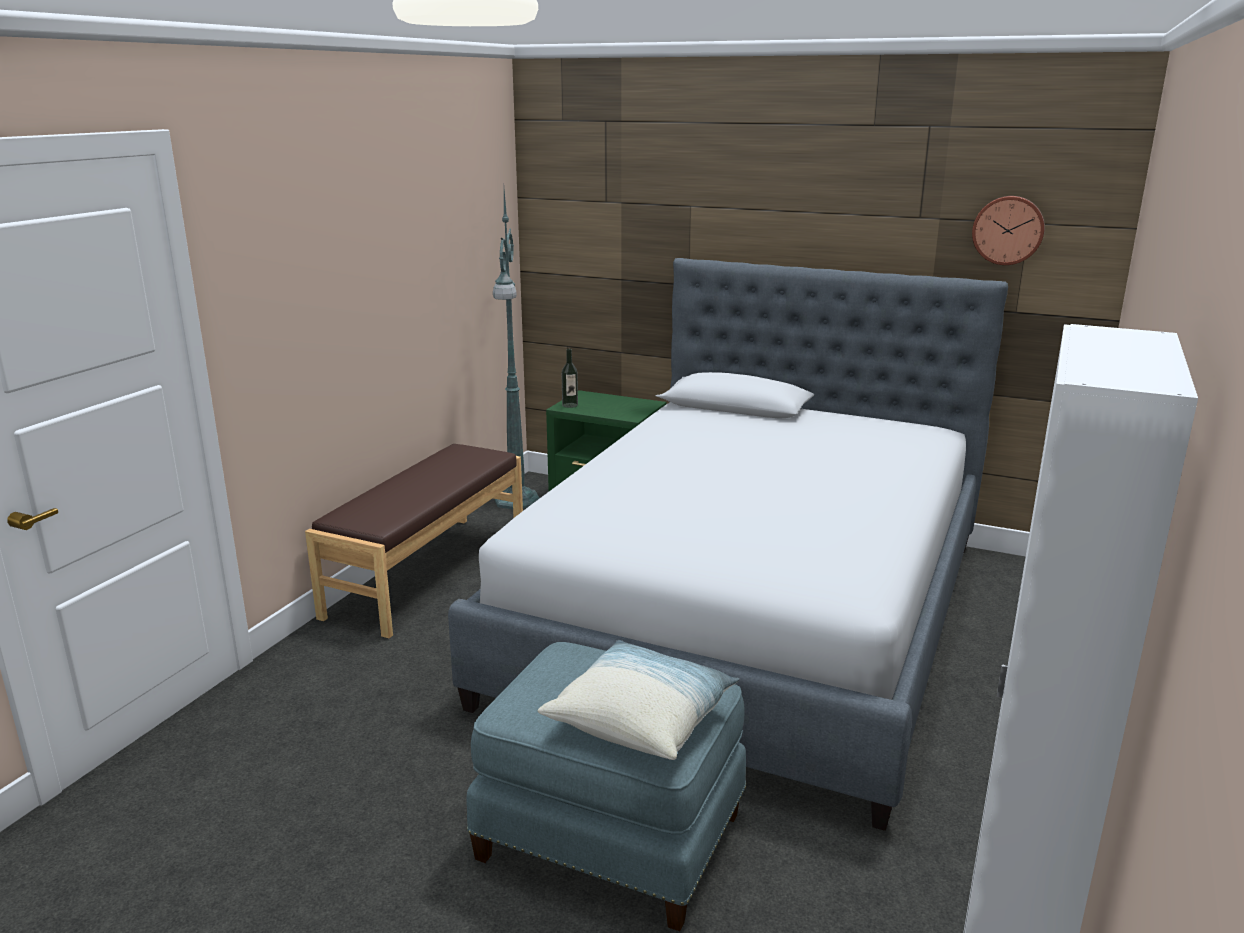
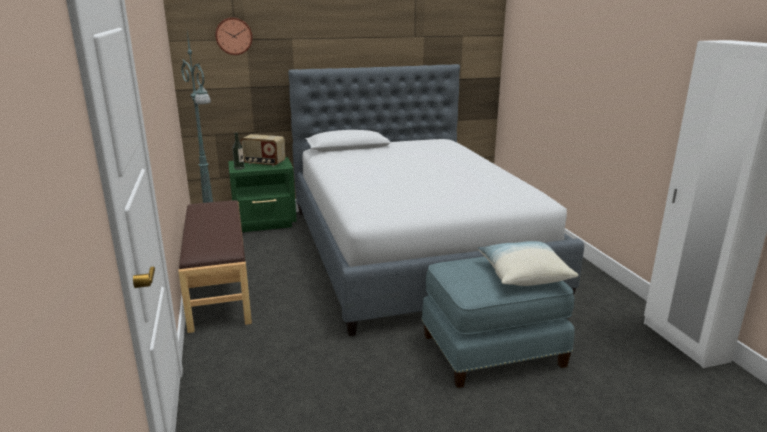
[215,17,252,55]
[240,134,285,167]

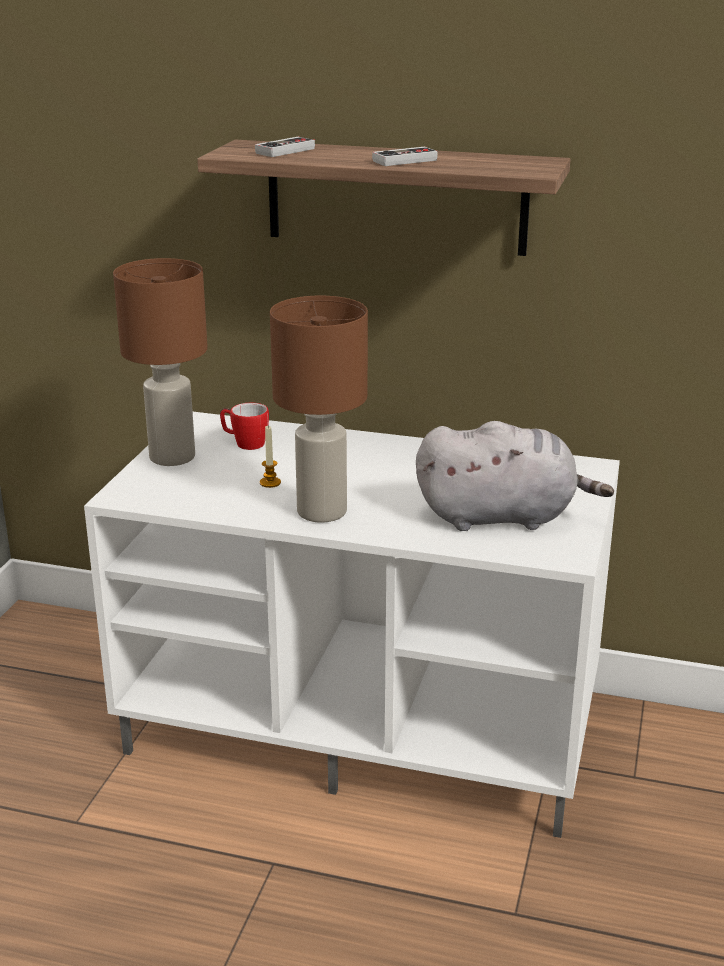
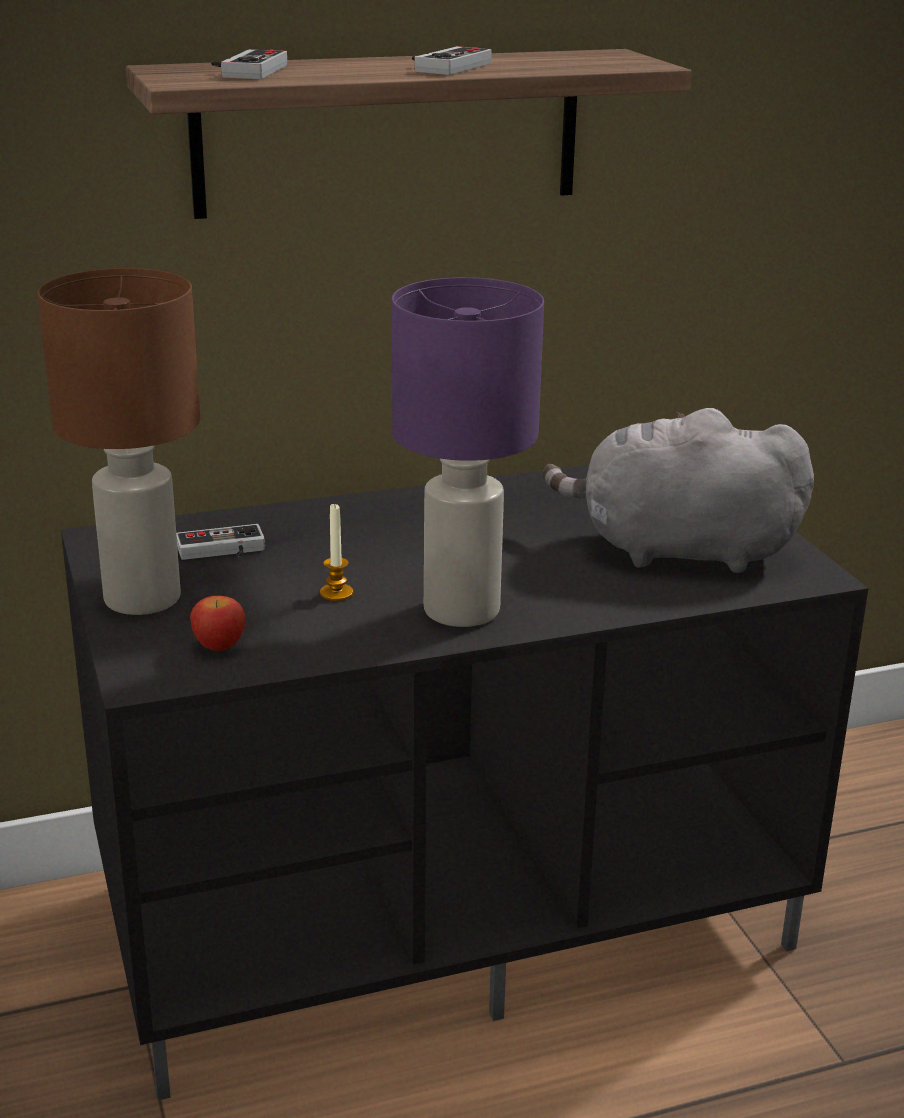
[61,465,869,1101]
[176,524,265,560]
[190,596,246,651]
[392,277,544,627]
[543,408,814,573]

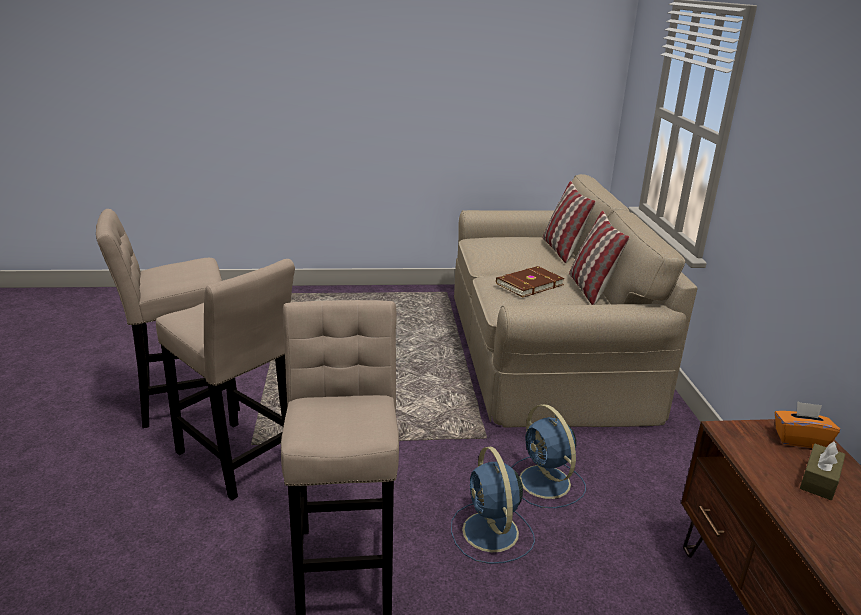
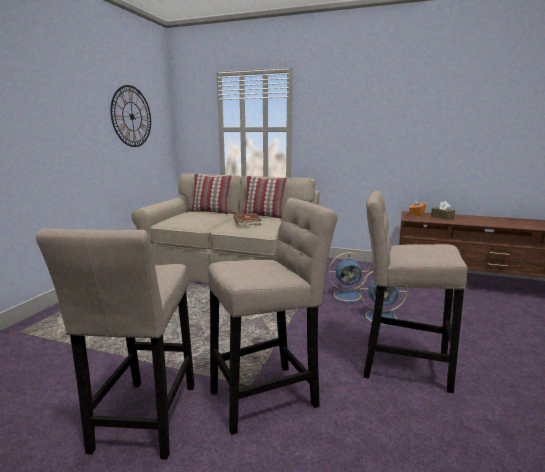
[111,85,151,147]

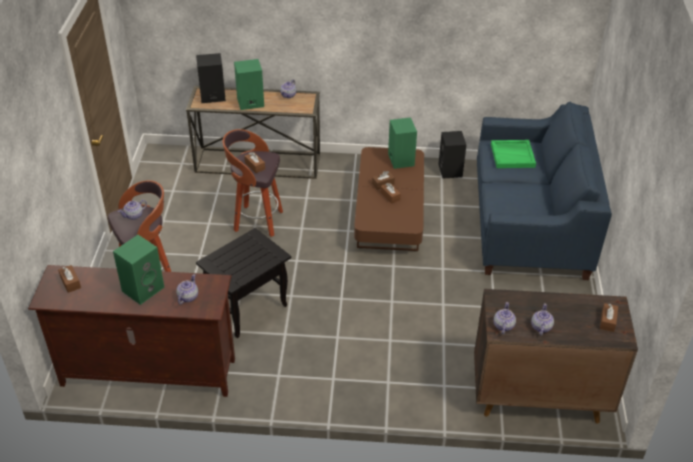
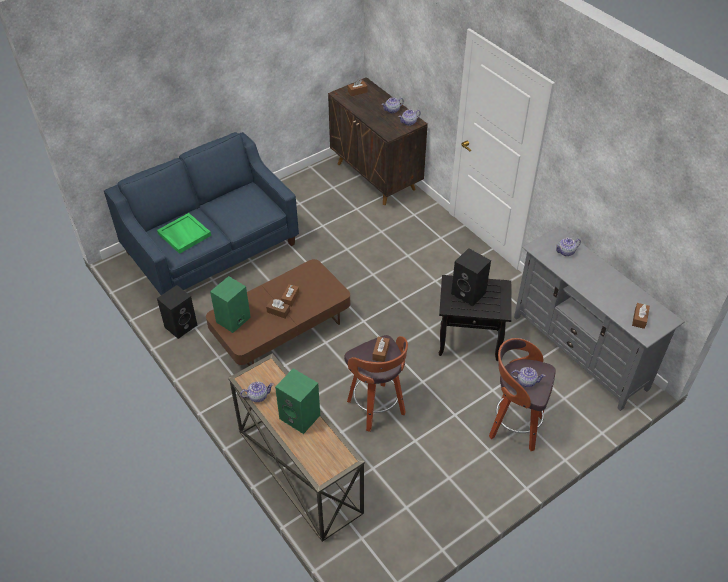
[451,248,491,306]
[514,226,685,411]
[113,235,164,305] (first image)

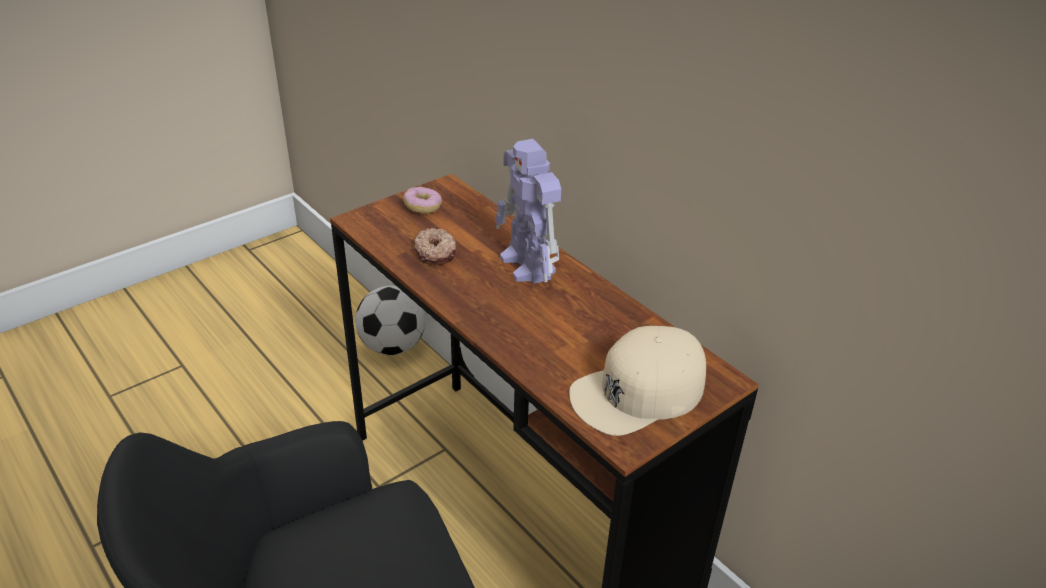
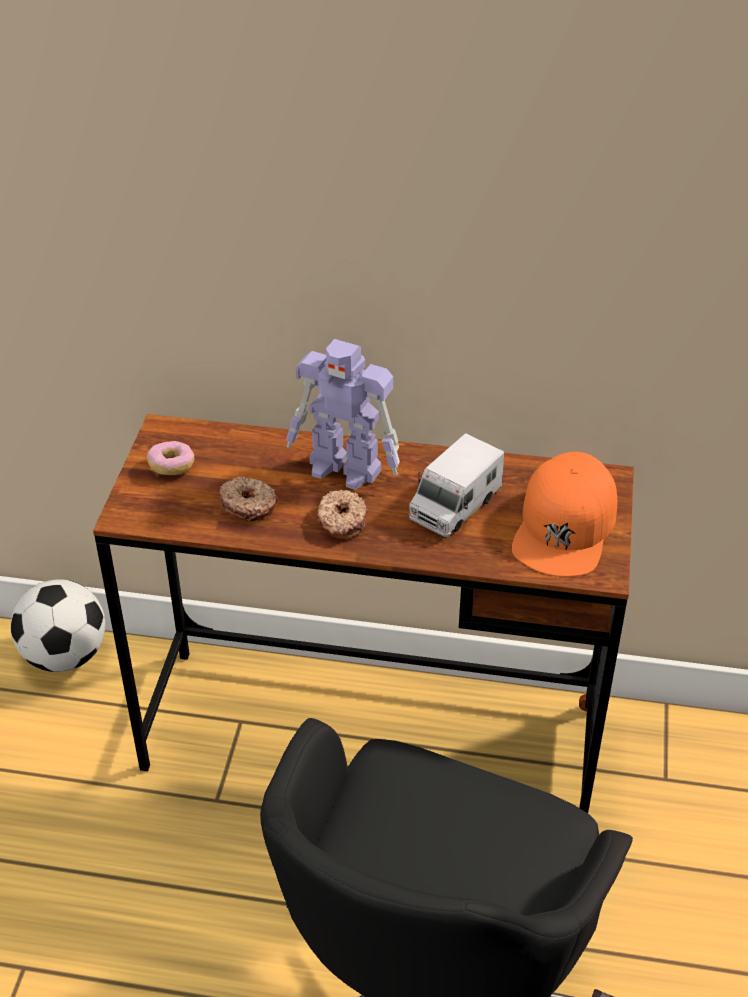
[317,490,368,539]
[409,433,504,537]
[512,452,617,577]

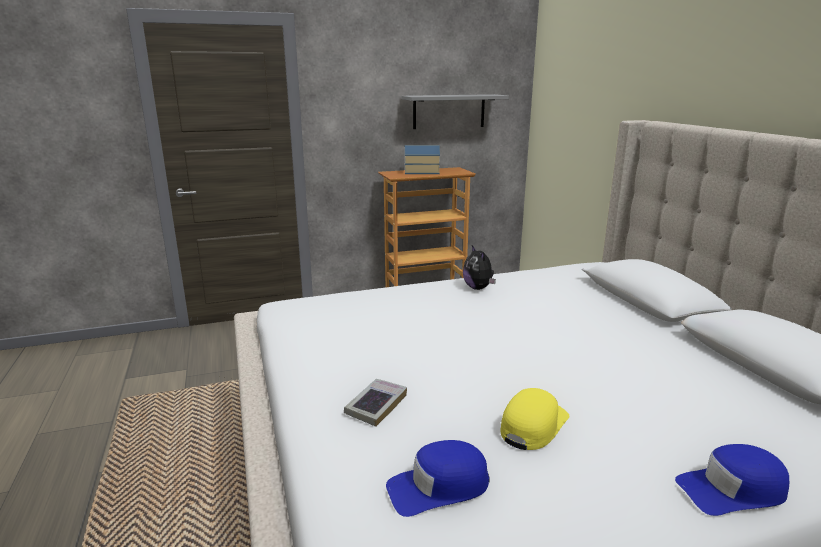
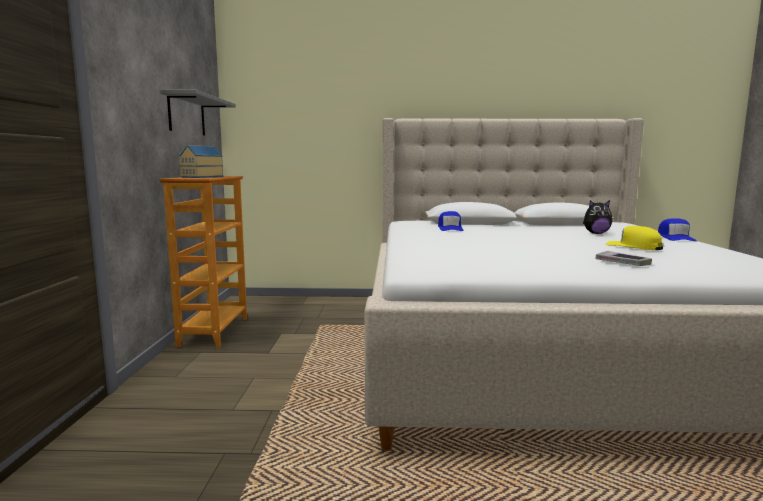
[438,211,464,231]
[583,200,612,234]

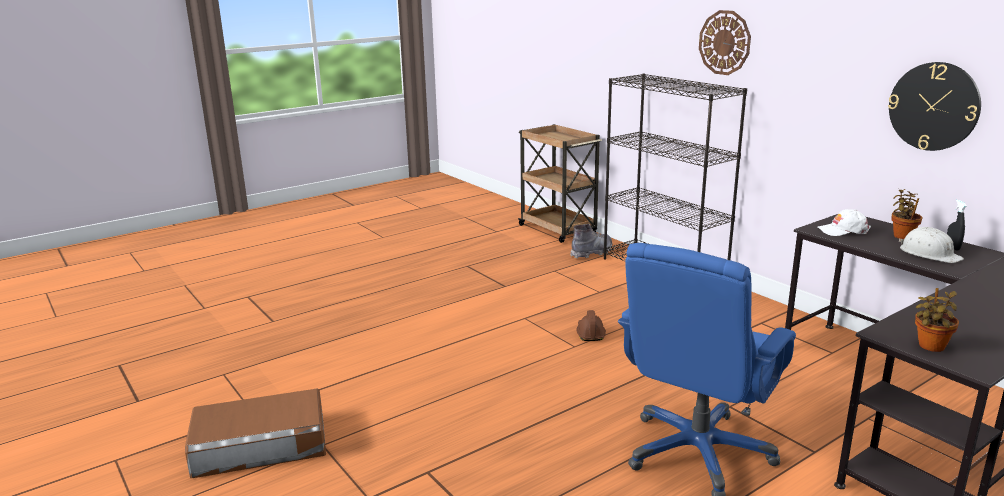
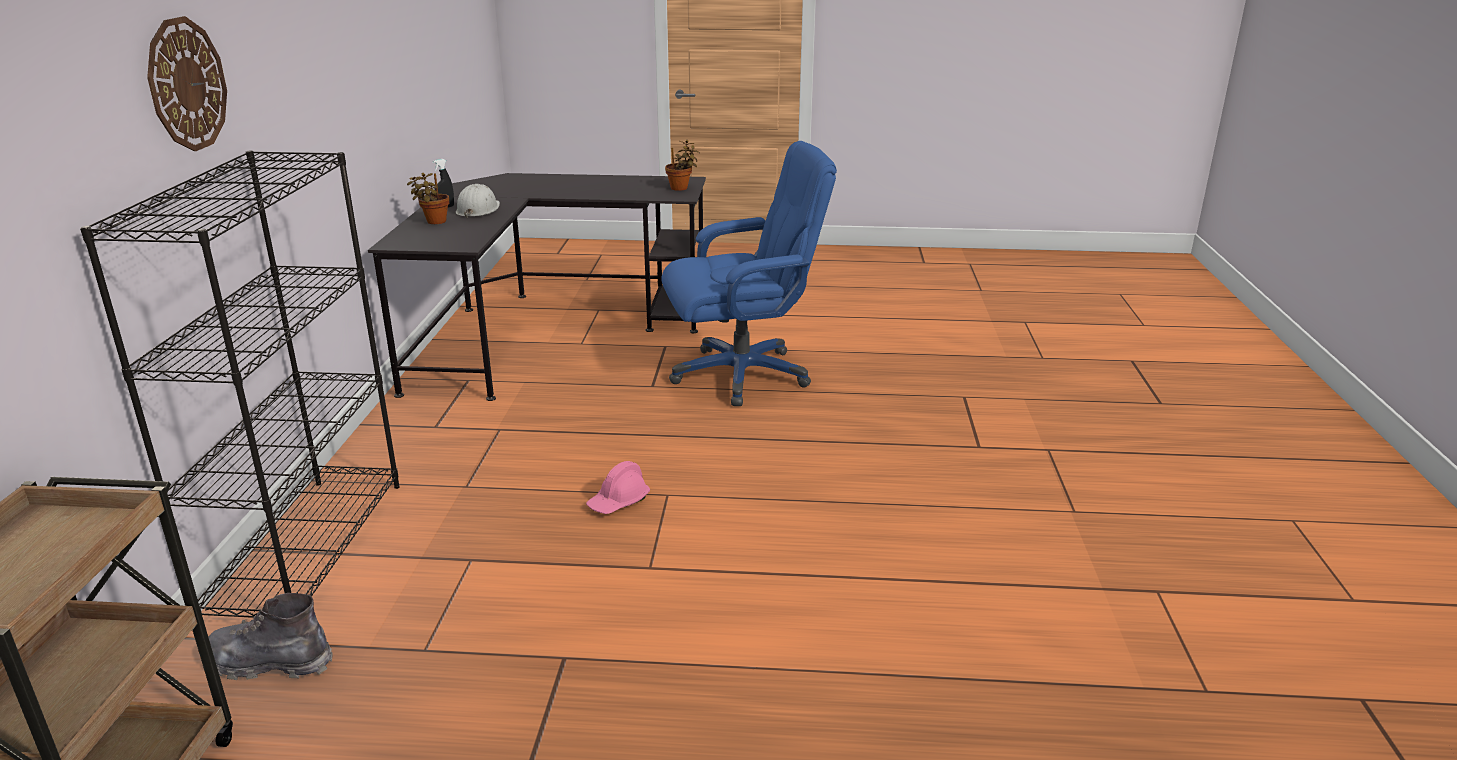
[586,461,650,514]
[185,388,326,478] (first image)
[818,209,871,236] (first image)
[888,62,981,151] (first image)

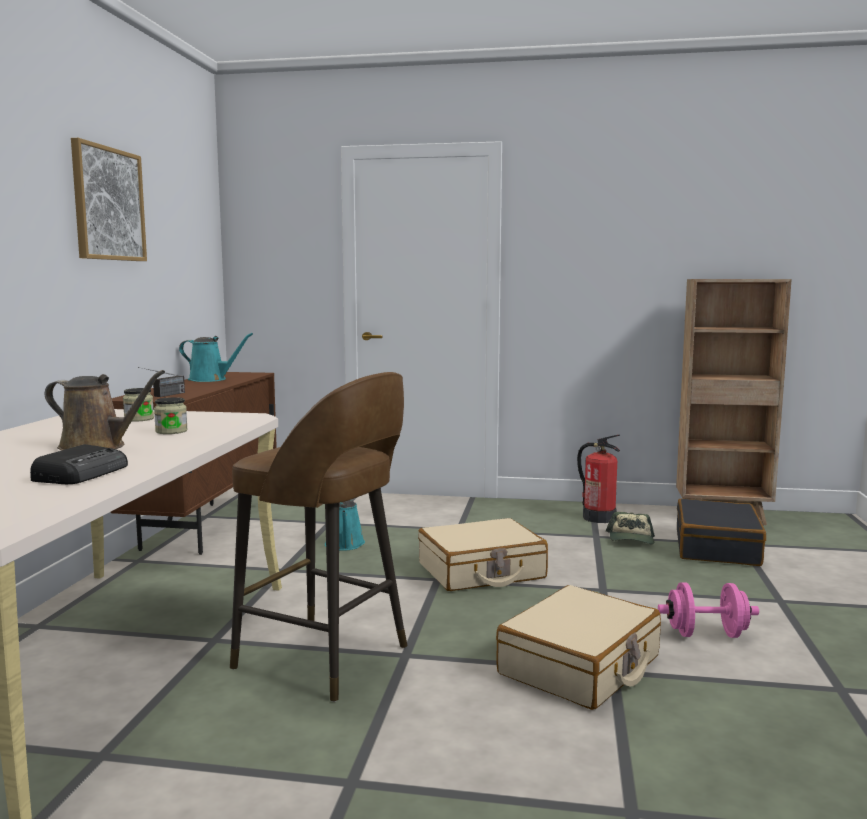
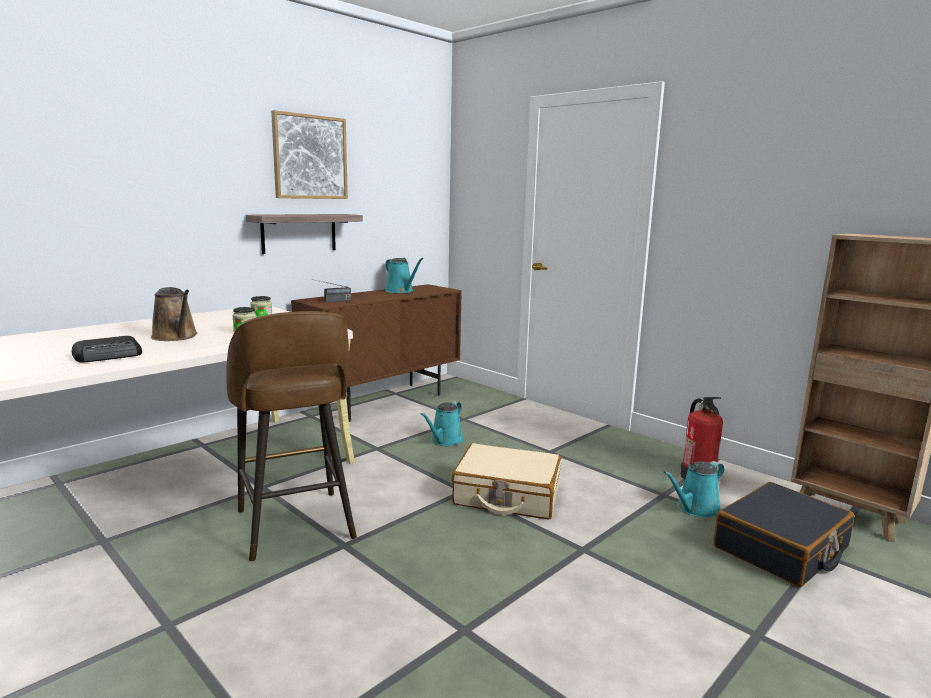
[246,214,363,254]
[663,461,724,517]
[496,585,661,710] (first image)
[658,582,759,638] (first image)

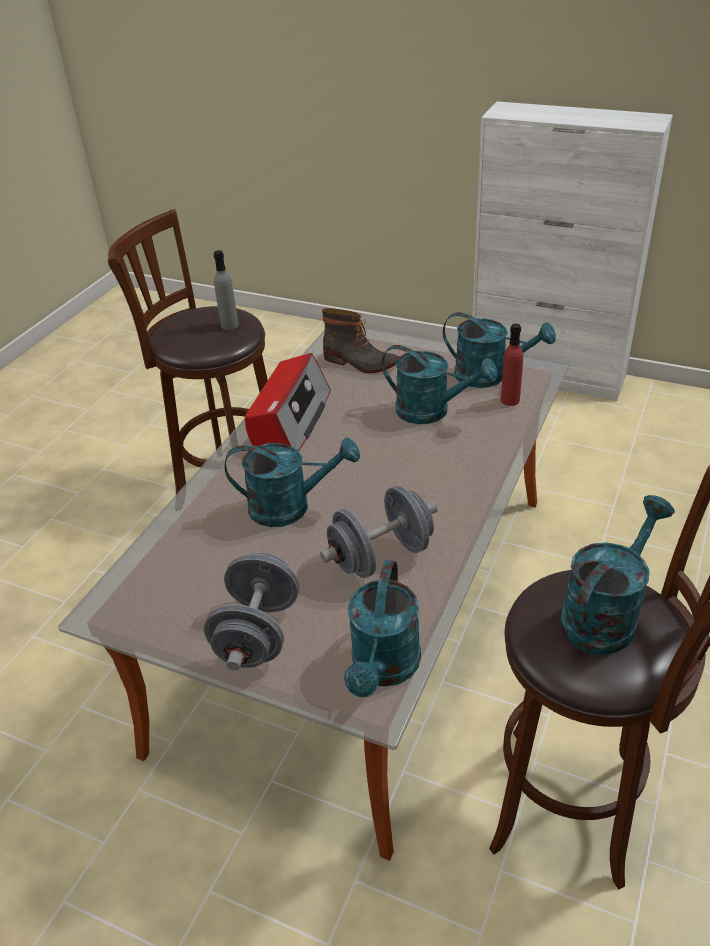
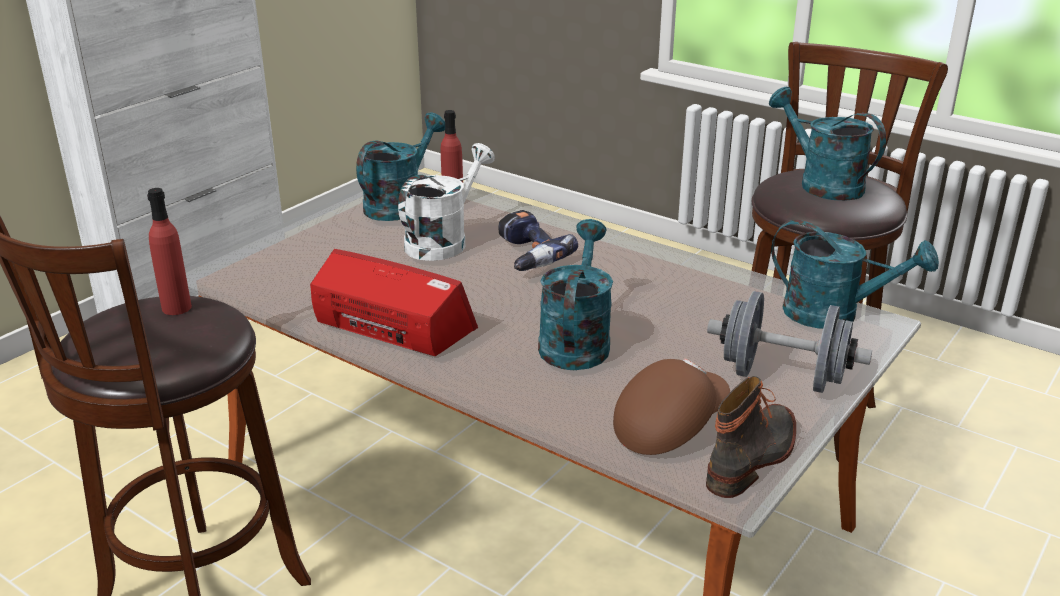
[147,188,192,315]
[398,143,495,261]
[498,210,578,271]
[613,359,730,455]
[706,376,796,498]
[320,485,438,578] (first image)

